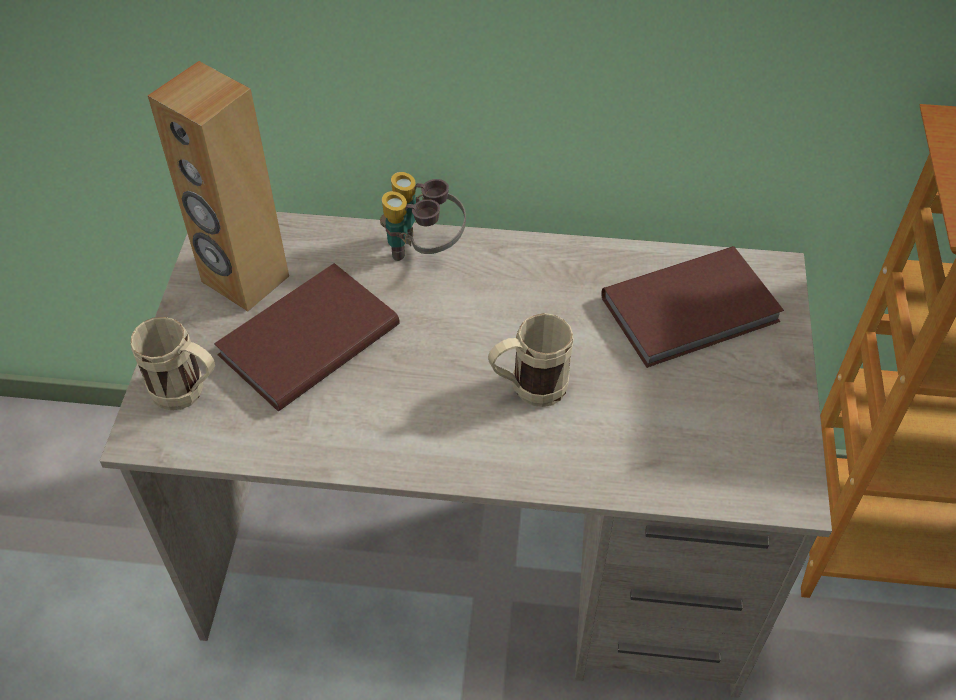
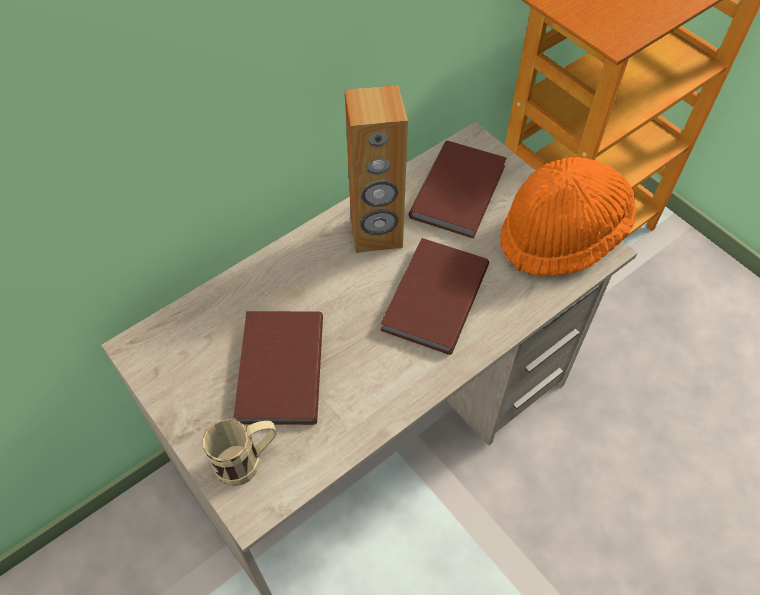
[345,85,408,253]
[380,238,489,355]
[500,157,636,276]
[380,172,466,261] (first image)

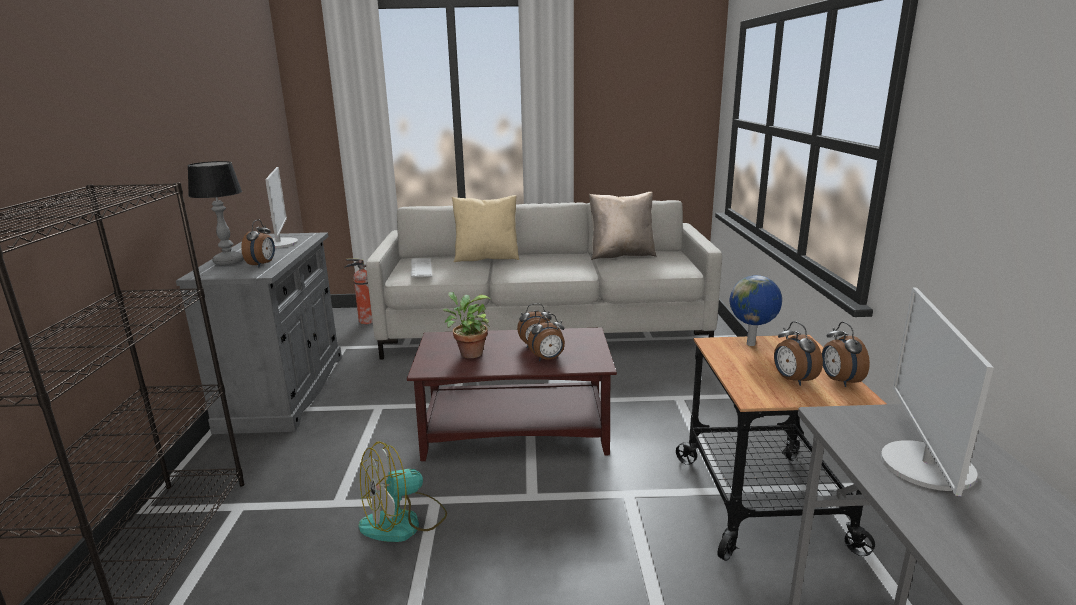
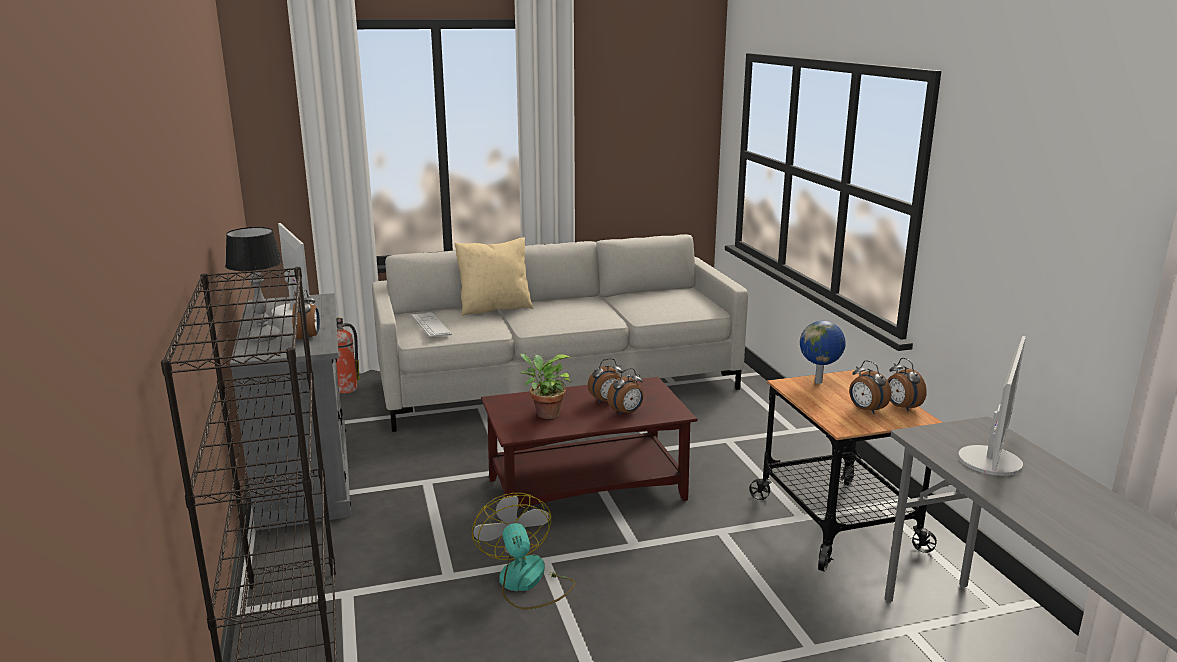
[472,493,575,610]
[958,336,1026,476]
[589,192,657,260] (first image)

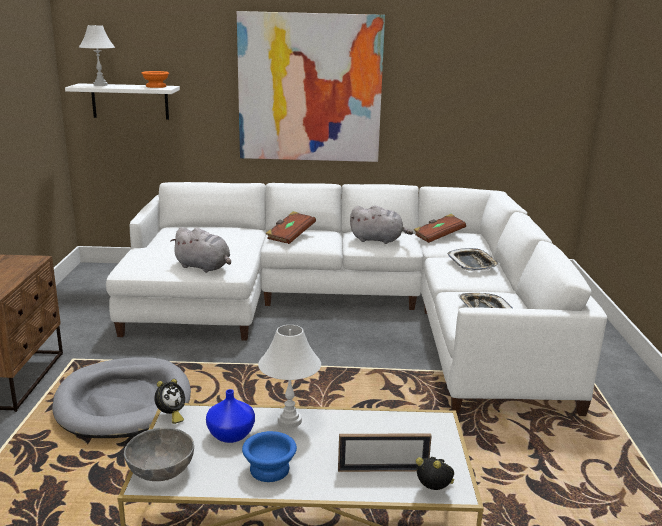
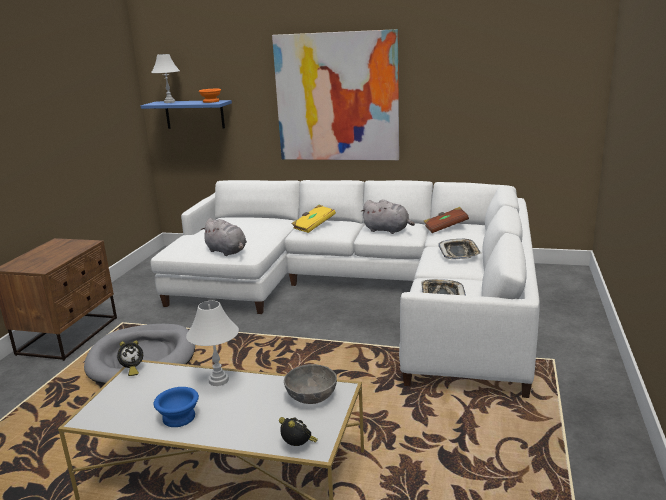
[141,100,232,129]
[284,364,337,404]
[291,205,336,233]
[206,389,255,443] (first image)
[338,434,432,472] (first image)

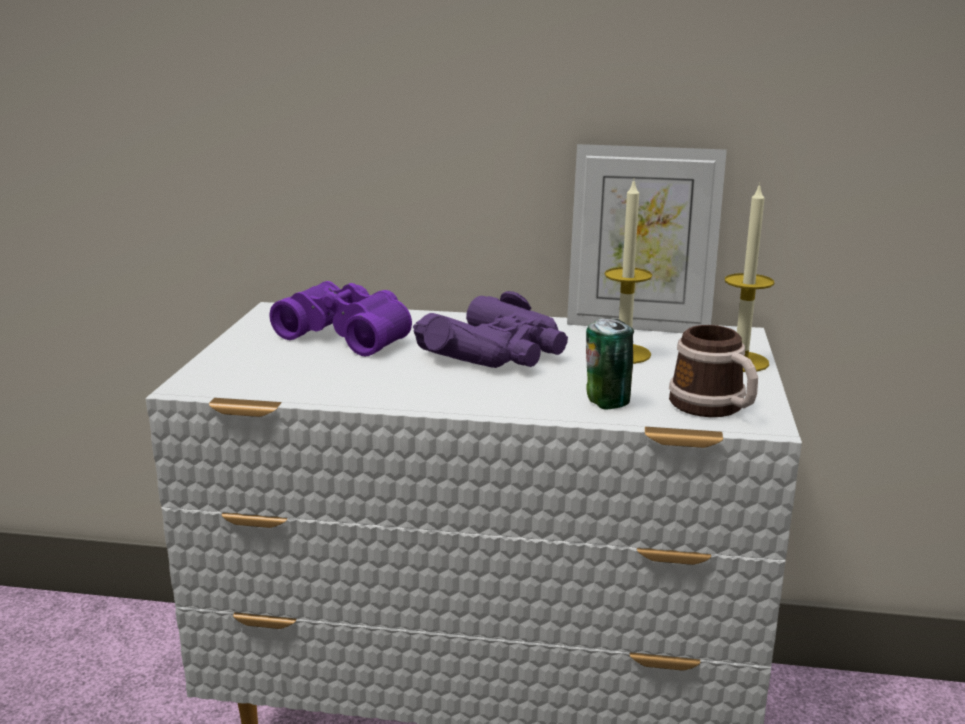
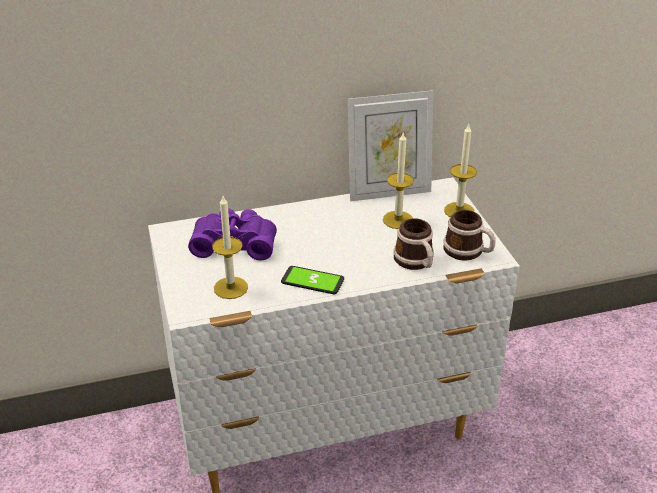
[212,196,248,299]
[281,266,344,294]
[393,218,434,270]
[413,291,568,368] (first image)

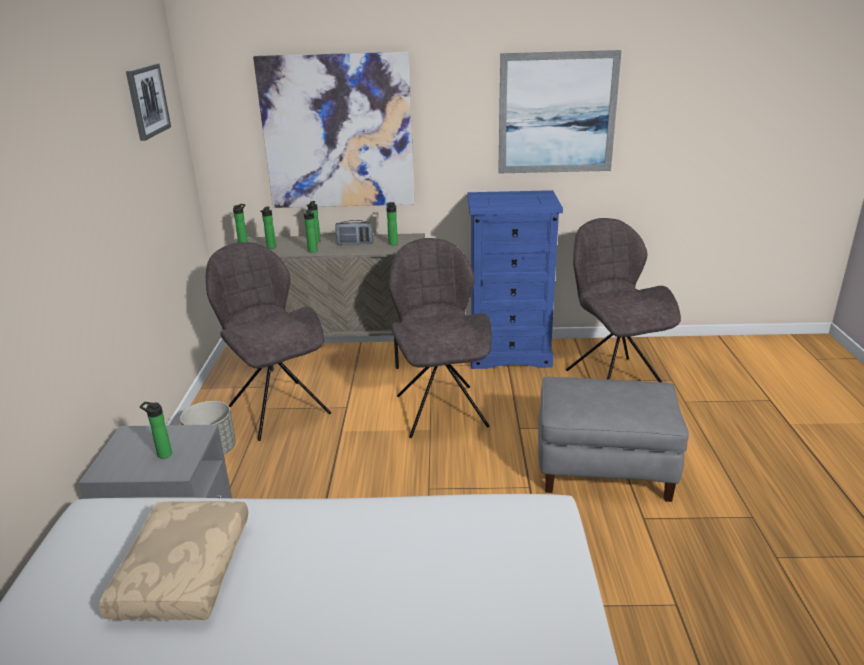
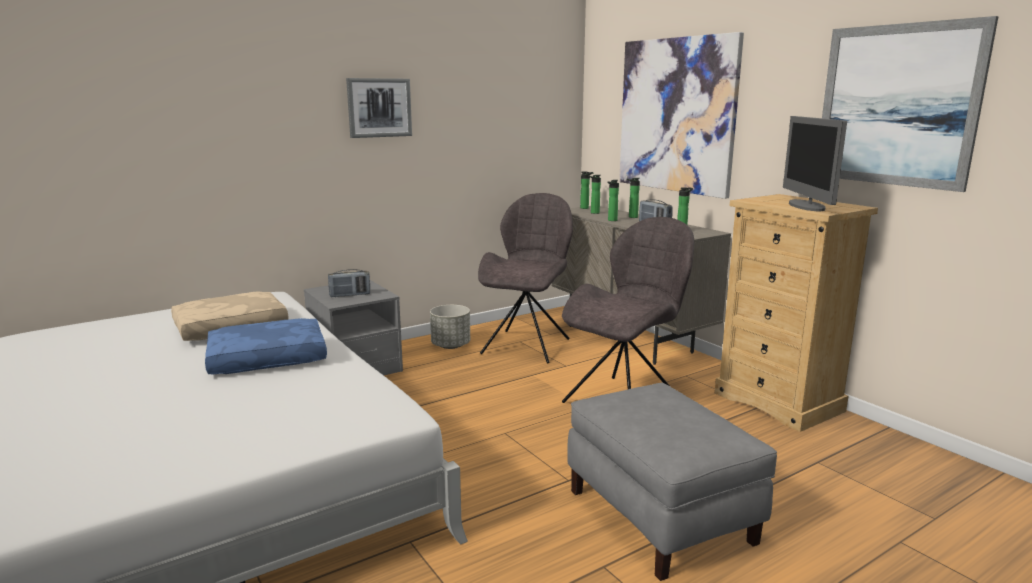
[205,318,327,374]
[328,269,370,297]
[346,78,412,138]
[715,194,878,432]
[783,116,847,211]
[566,218,681,382] (first image)

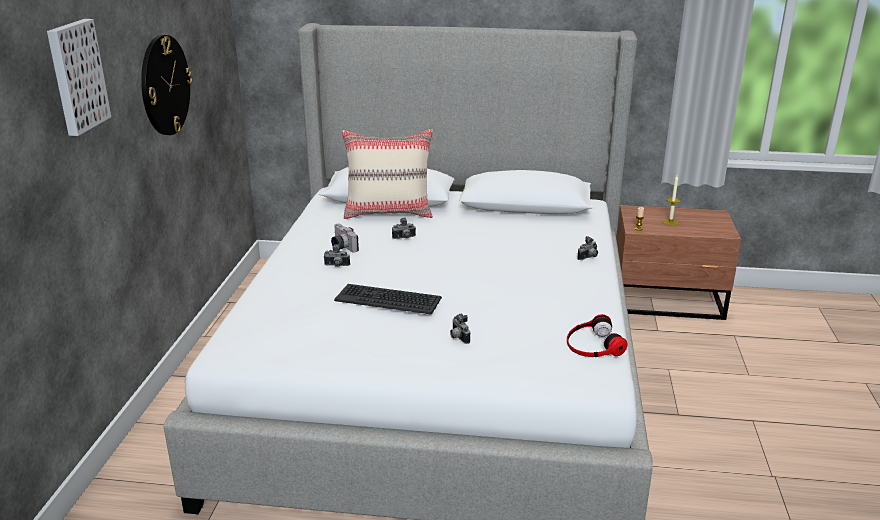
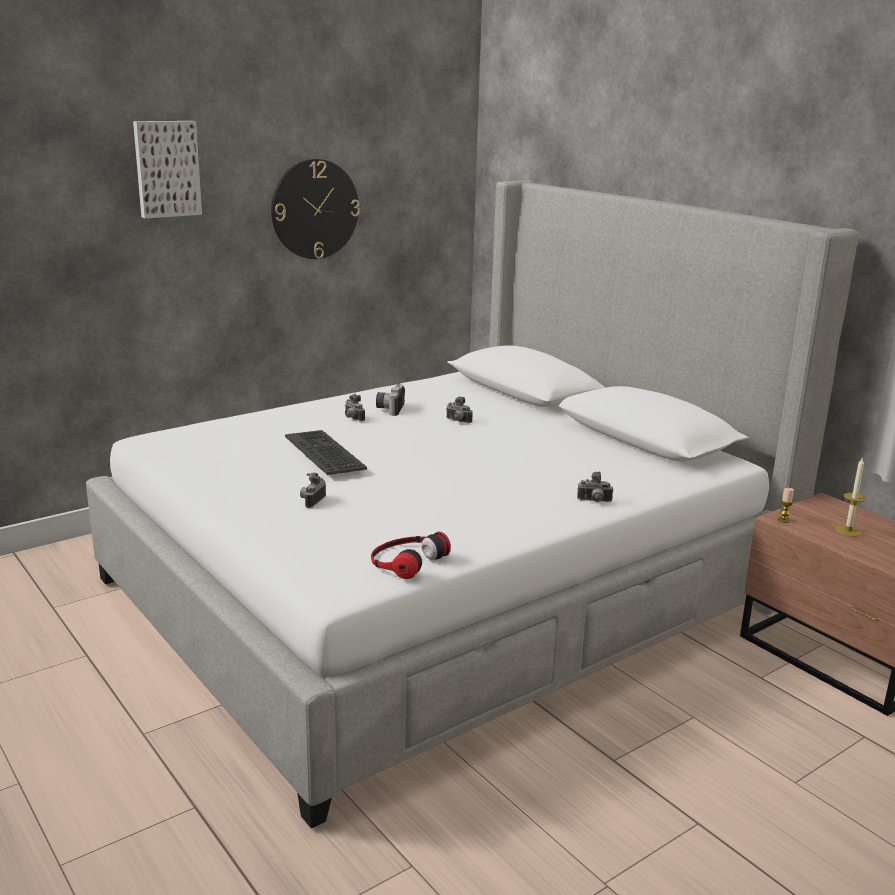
[342,129,433,219] (first image)

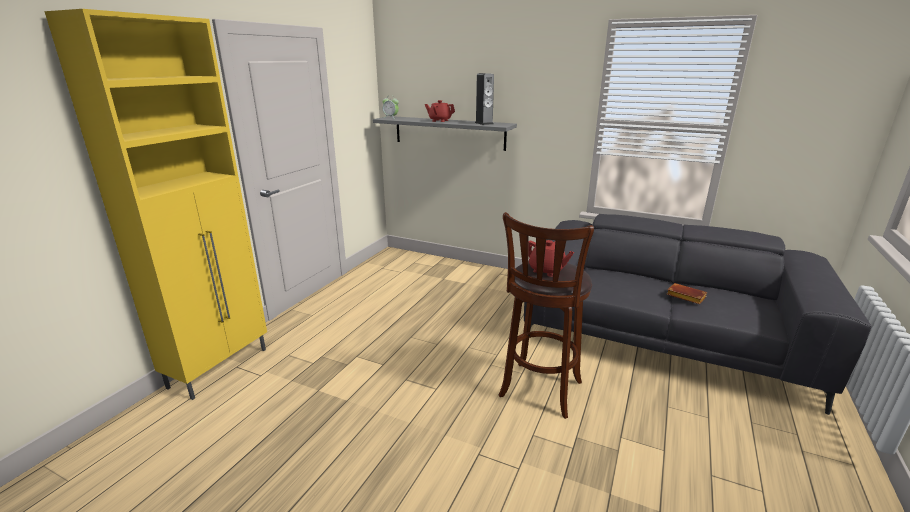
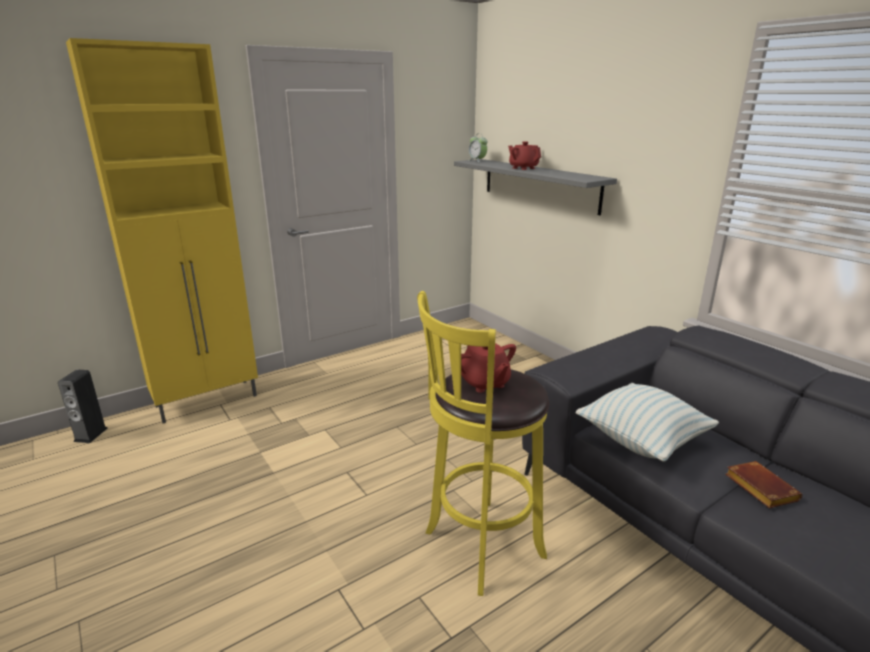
[58,369,108,443]
[417,291,549,596]
[575,383,719,461]

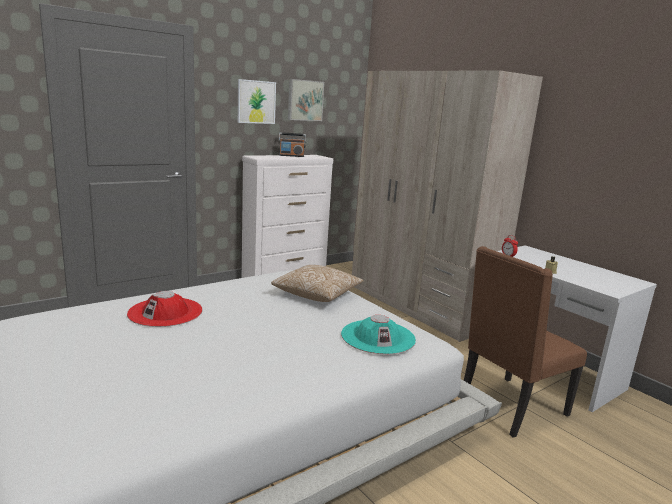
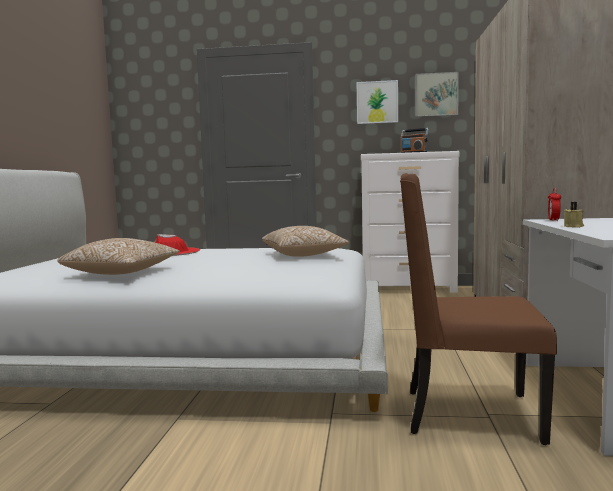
[57,238,180,275]
[341,315,416,354] (first image)

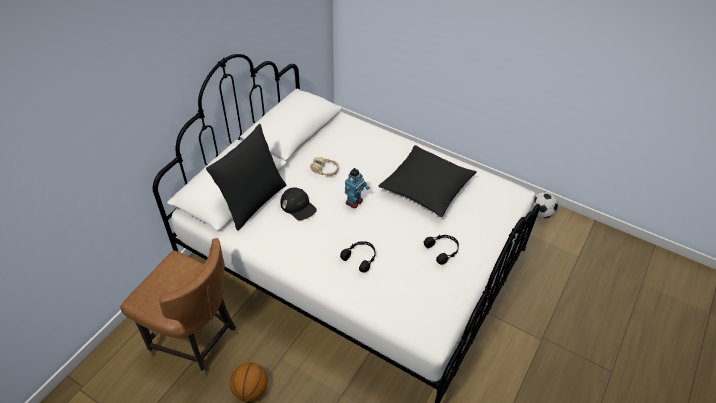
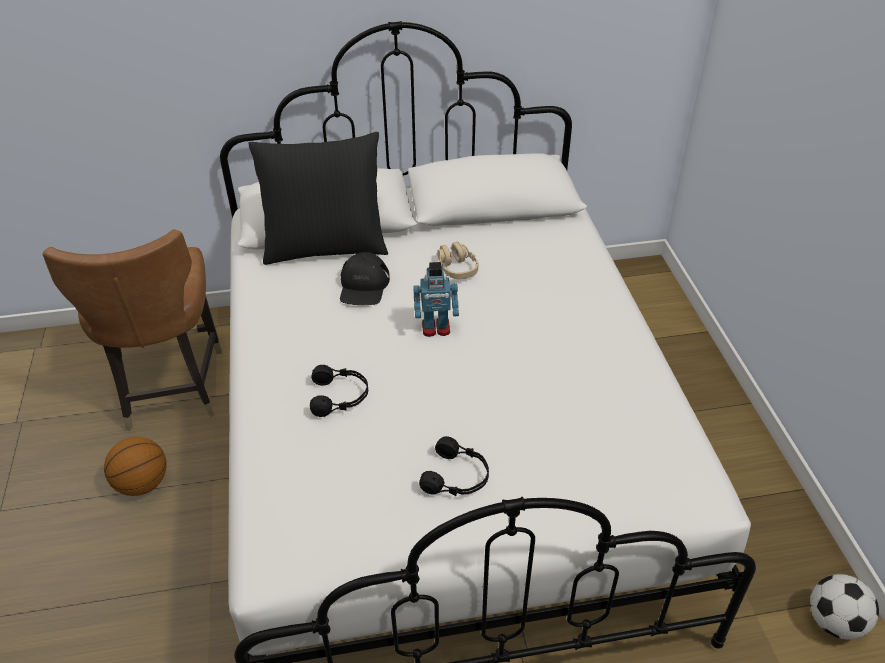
[379,145,477,217] (first image)

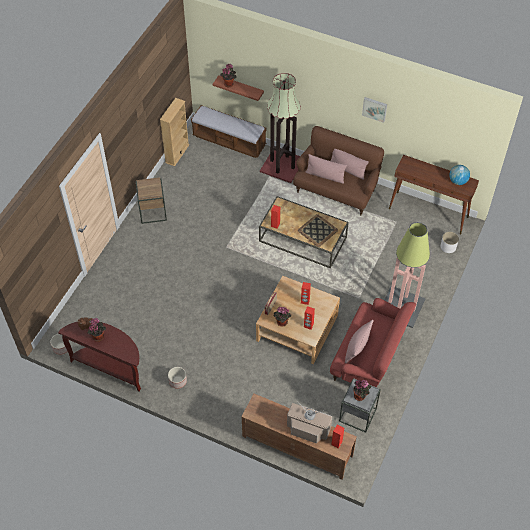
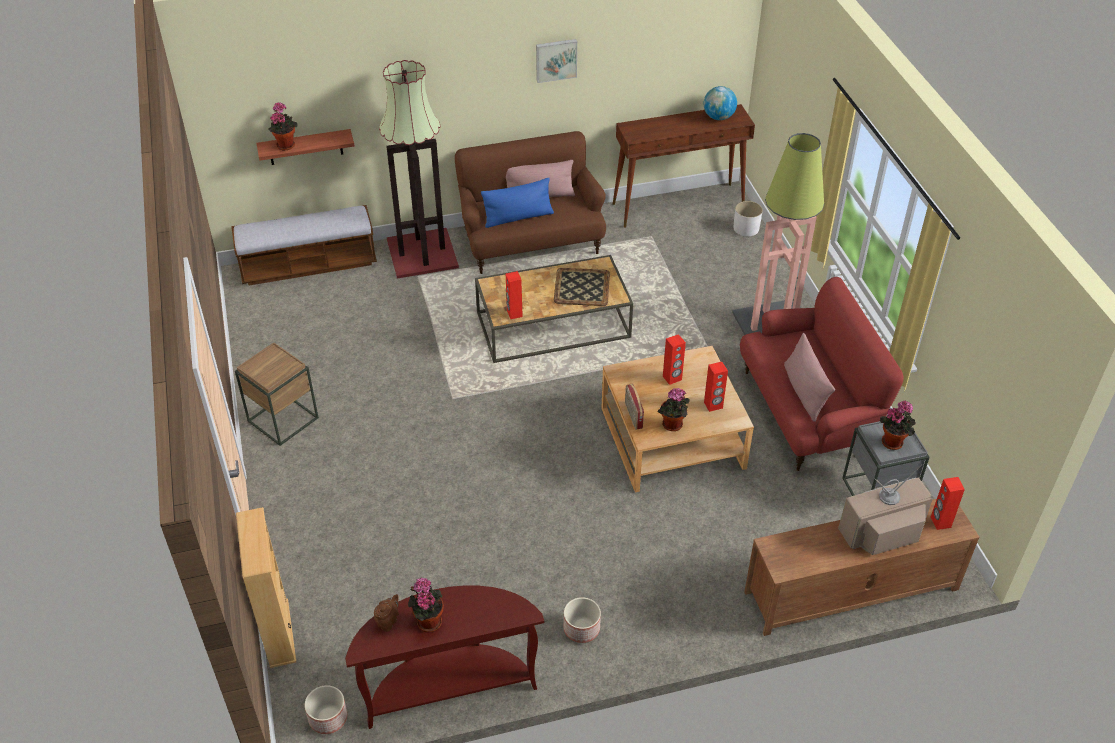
[236,507,296,668]
[481,178,554,228]

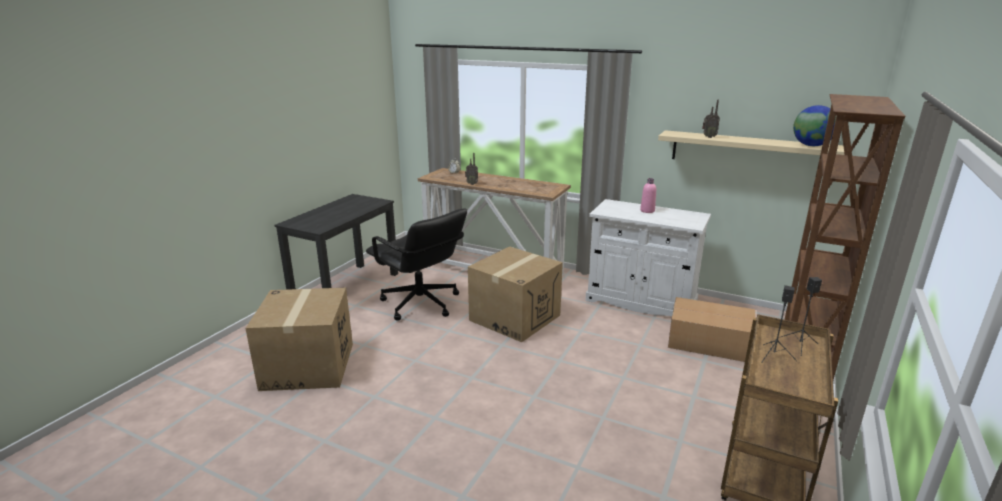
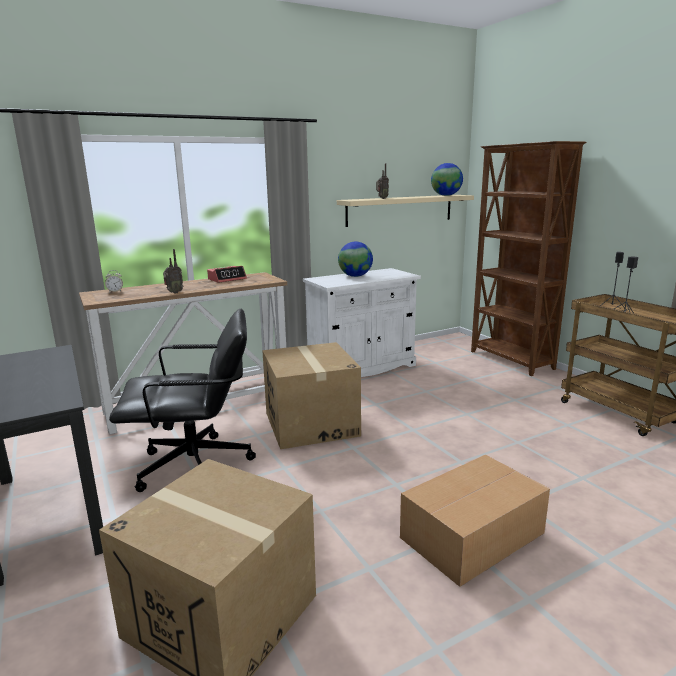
[207,266,247,283]
[338,242,373,277]
[400,455,550,587]

